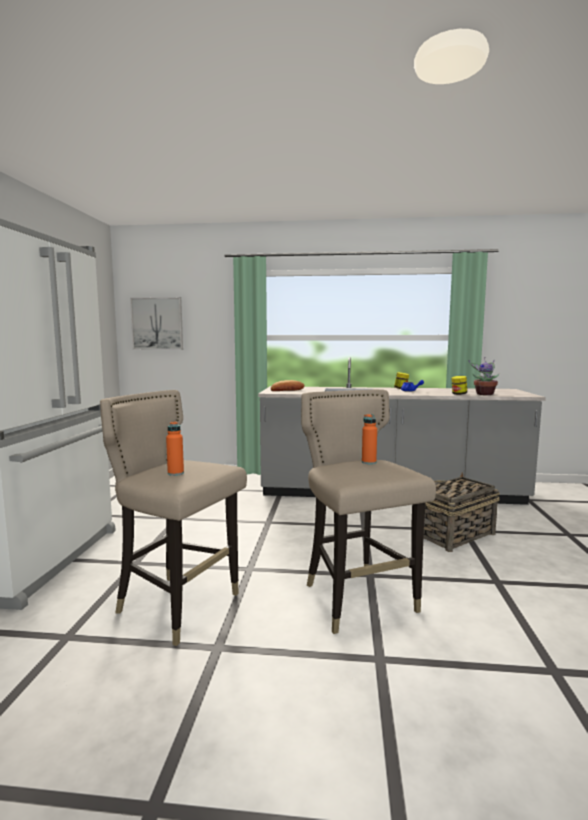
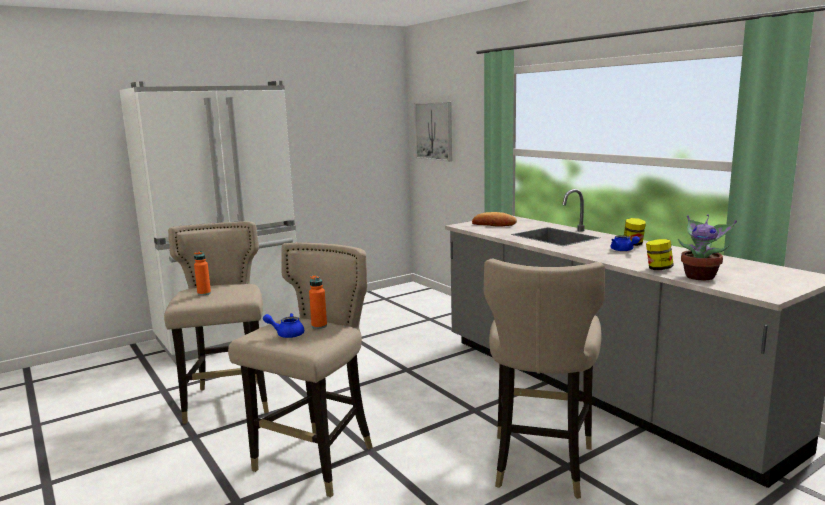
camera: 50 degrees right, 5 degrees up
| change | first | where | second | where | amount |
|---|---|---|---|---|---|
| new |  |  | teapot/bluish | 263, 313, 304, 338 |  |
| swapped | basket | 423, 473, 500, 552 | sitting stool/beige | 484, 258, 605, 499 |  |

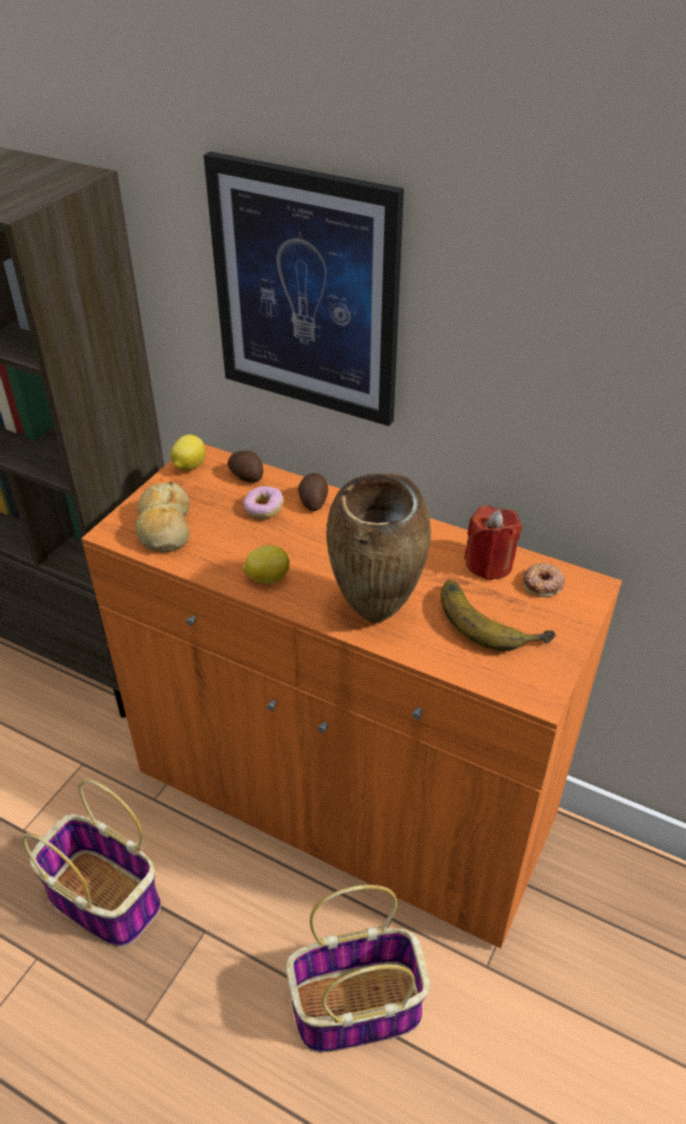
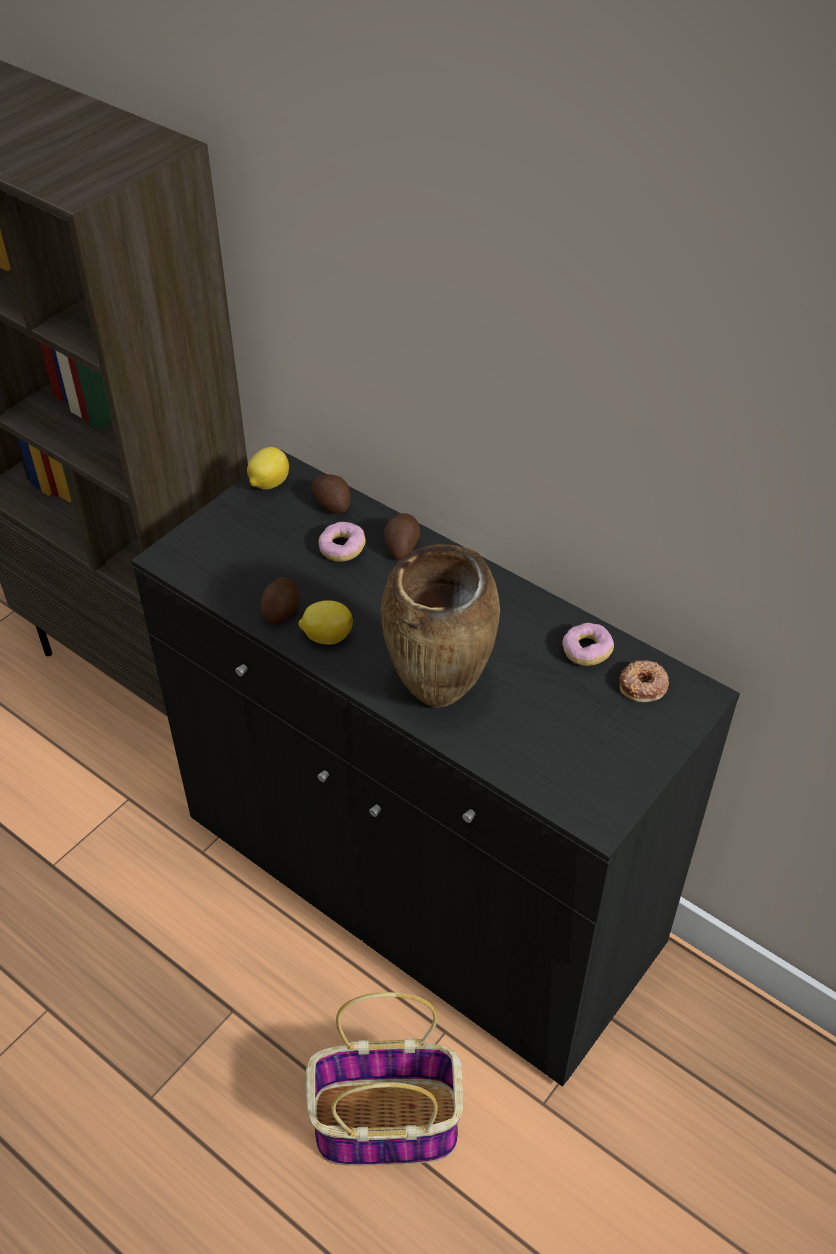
camera: 10 degrees right, 5 degrees up
| change | first | where | second | where | amount |
|---|---|---|---|---|---|
| gone | basket | 22, 779, 161, 947 |  |  |  |
| gone | bread | 135, 481, 190, 552 |  |  |  |
| gone | wall picture | 204, 151, 404, 426 |  |  |  |
| gone | banana | 441, 580, 556, 651 |  |  |  |
| new |  |  | whole potato | 261, 577, 299, 624 |  |
| swapped | candle/red-coloured | 464, 505, 522, 580 | ring doughnut | 562, 623, 614, 666 |  |
| repainted | cupboard/orangey | 81, 444, 622, 949 | cupboard/black-coloured | 131, 450, 740, 1087 |  |

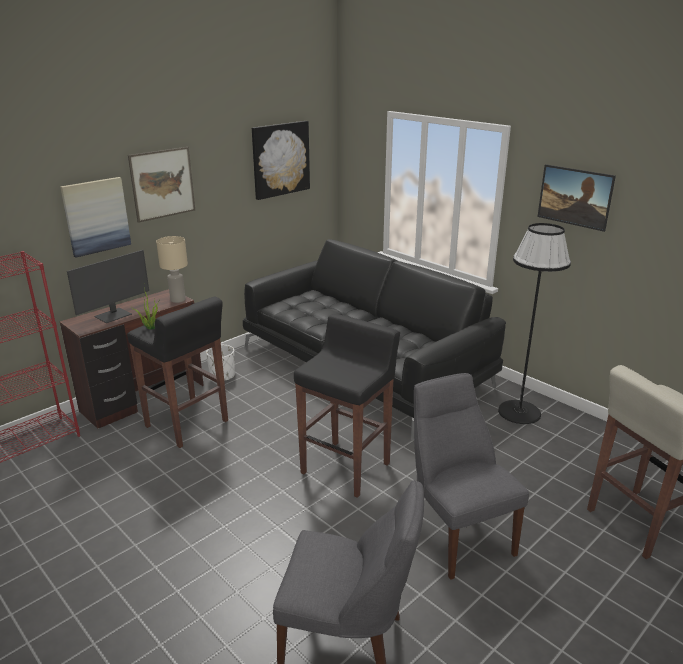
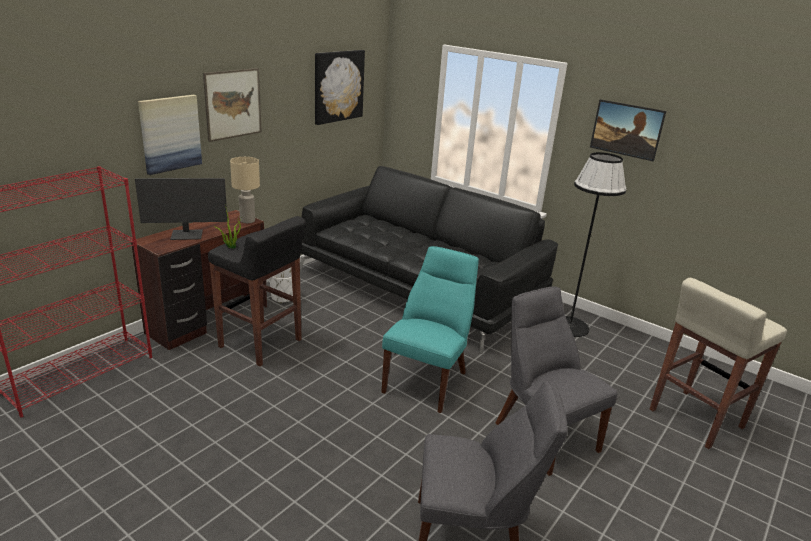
camera: 10 degrees left, 0 degrees up
| change | first | where | second | where | amount |
|---|---|---|---|---|---|
| swapped | sitting stool/black-coloured | 294, 314, 400, 498 | upright chair/turquoise | 381, 246, 479, 413 |  |
| rotated | computer display | 67, 250, 149, 323 |  | 135, 178, 228, 240 | 45 degrees clockwise |

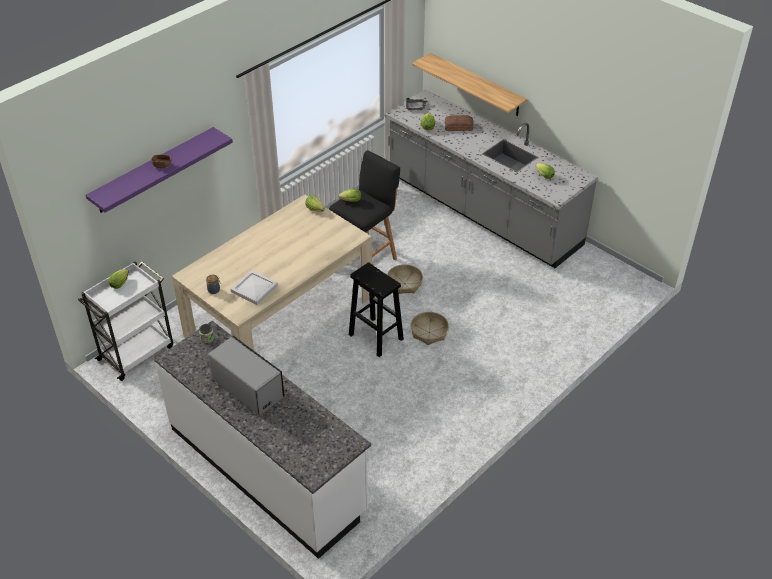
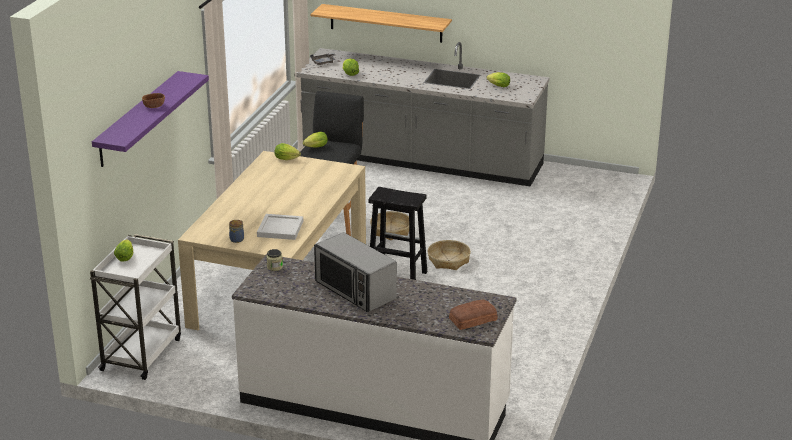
camera: 25 degrees left, 15 degrees down
| change | first | where | second | where | amount |
|---|---|---|---|---|---|
| shifted | bread | 445, 115, 474, 131 |  | 449, 300, 498, 330 |  |
| rotated | kitchen microwave | 208, 336, 284, 416 |  | 314, 232, 397, 312 | 150 degrees counterclockwise |

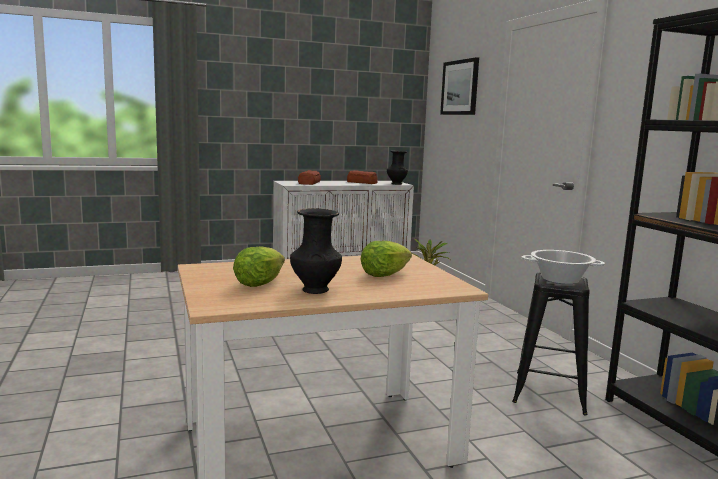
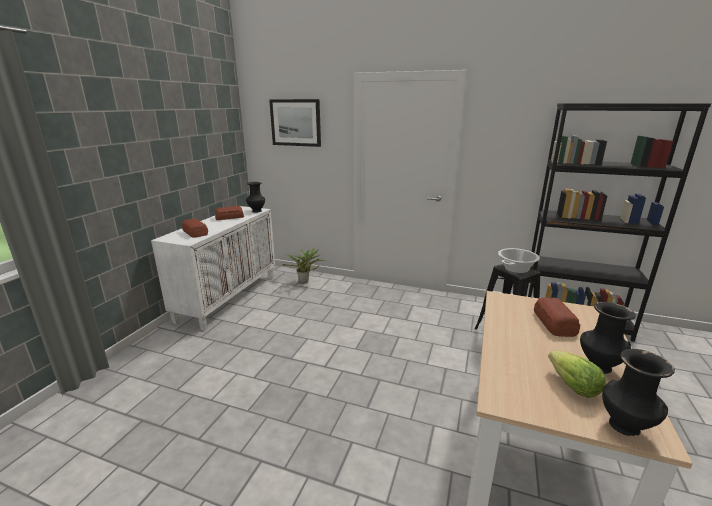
camera: 50 degrees left, 10 degrees up
| change | first | where | second | where | amount |
|---|---|---|---|---|---|
| new |  |  | vase/black-coloured | 602, 349, 675, 436 |  |
| swapped | lettuce head | 361, 241, 412, 277 | bread | 534, 297, 580, 337 |  |

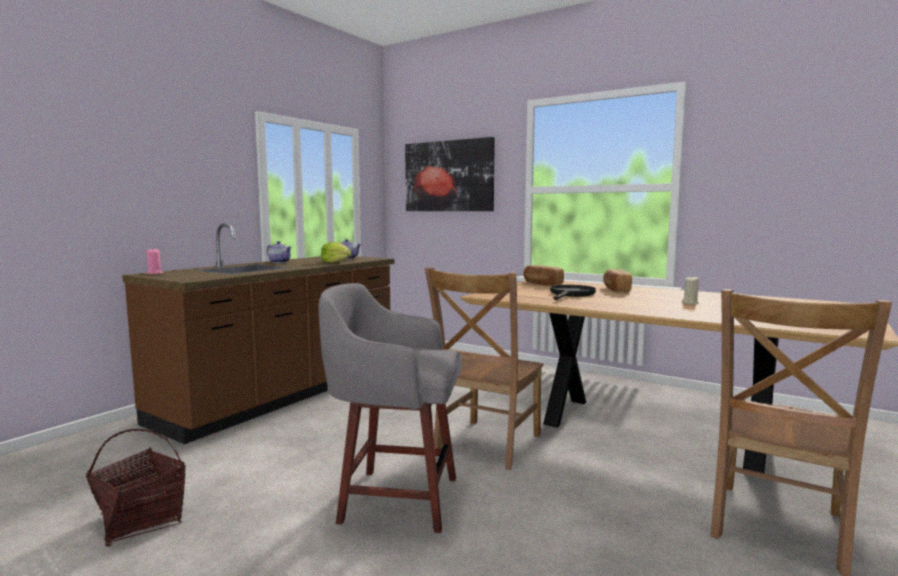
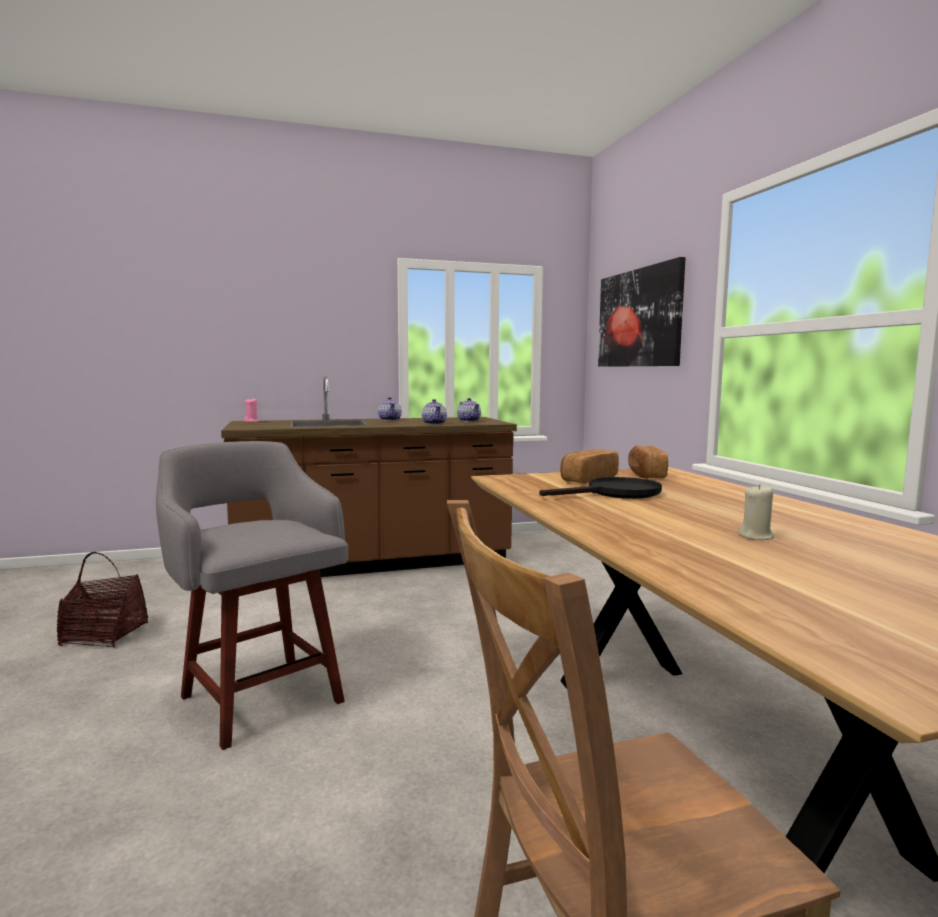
camera: 40 degrees right, 0 degrees up
| change | first | where | second | where | amount |
|---|---|---|---|---|---|
| gone | upright chair/brown | 425, 267, 544, 470 |  |  |  |
| shifted | bread | 603, 269, 632, 292 |  | 561, 449, 619, 483 |  |
| swapped | lettuce head | 321, 242, 351, 263 | teapot | 422, 399, 447, 425 |  |

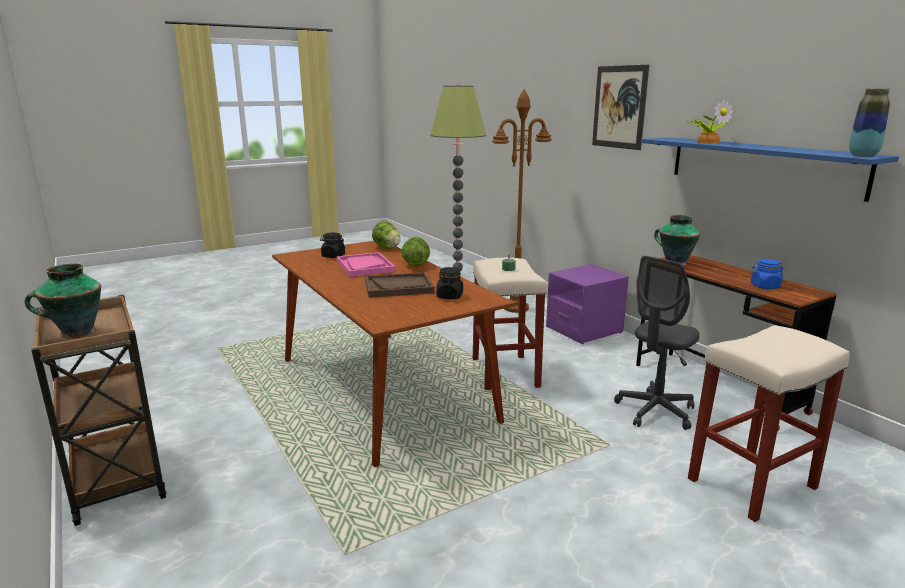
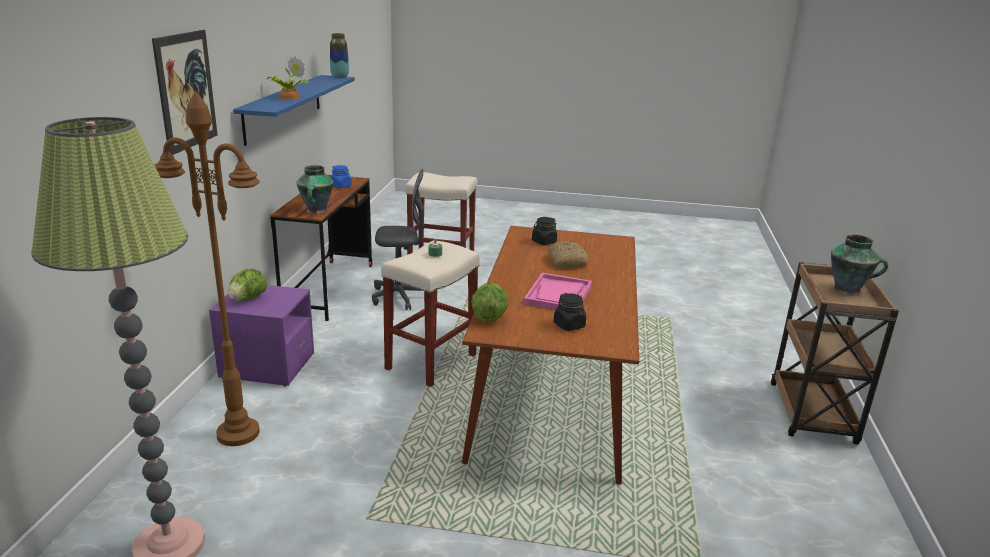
camera: 140 degrees left, 5 degrees up
| change | first | where | second | where | amount |
|---|---|---|---|---|---|
| shifted | lettuce head | 401, 237, 430, 267 |  | 228, 269, 267, 301 |  |
| swapped | serving tray/brown | 365, 272, 434, 298 | bread | 547, 241, 588, 268 |  |

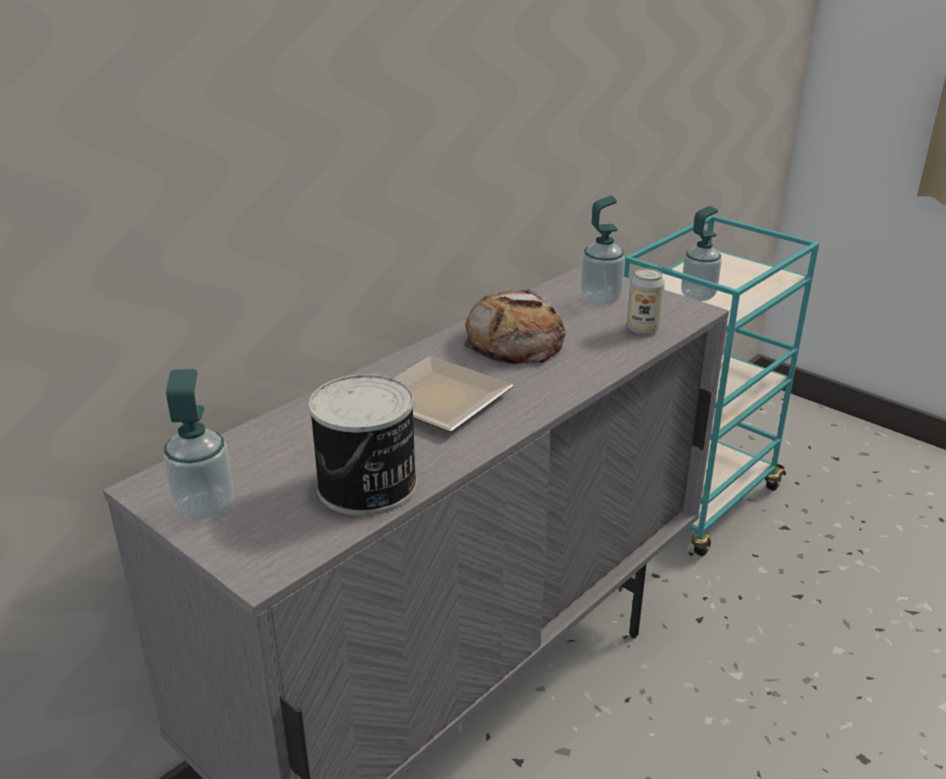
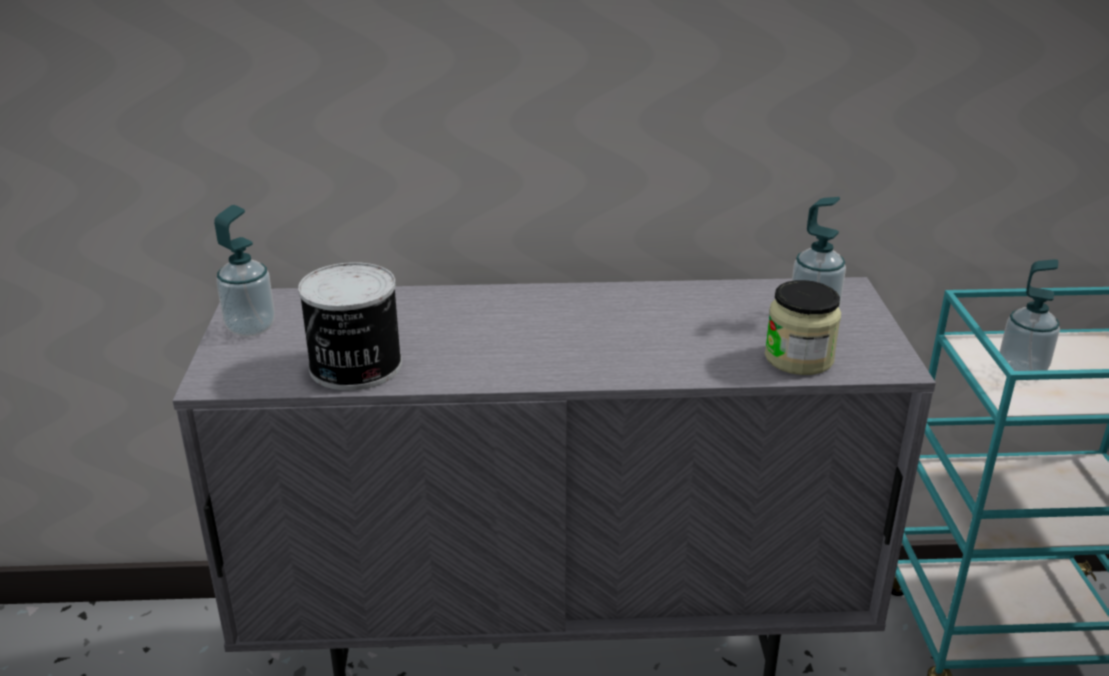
camera: 45 degrees right, 0 degrees up
| change | first | where | second | where | amount |
|---|---|---|---|---|---|
| gone | flat dish | 394, 356, 514, 432 |  |  |  |
| gone | bread | 464, 289, 566, 364 |  |  |  |
| swapped | can | 627, 268, 665, 335 | jar | 765, 280, 841, 375 |  |

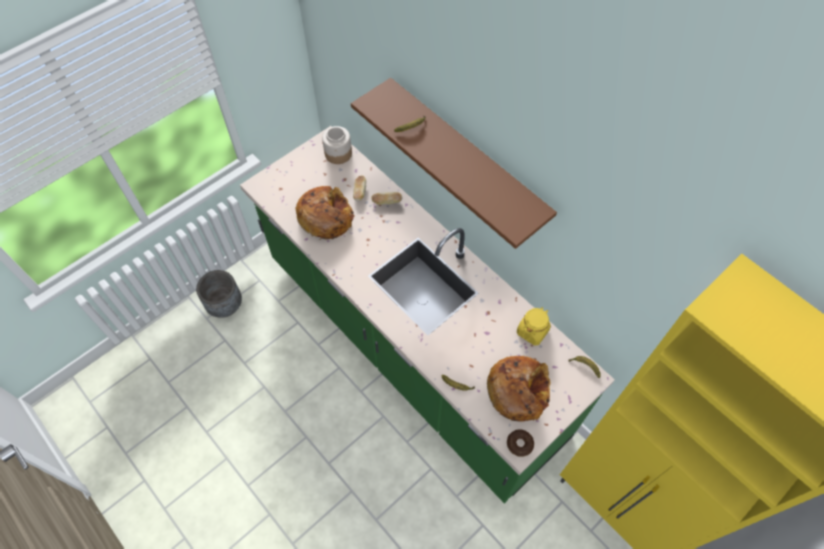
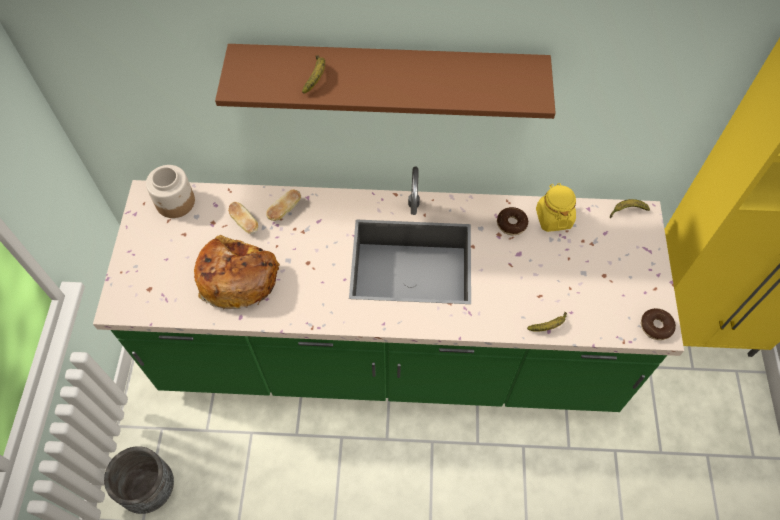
camera: 45 degrees left, 0 degrees up
| change | first | where | second | where | amount |
|---|---|---|---|---|---|
| gone | bread | 487, 356, 551, 422 |  |  |  |
| new |  |  | ring doughnut | 497, 207, 528, 235 |  |

